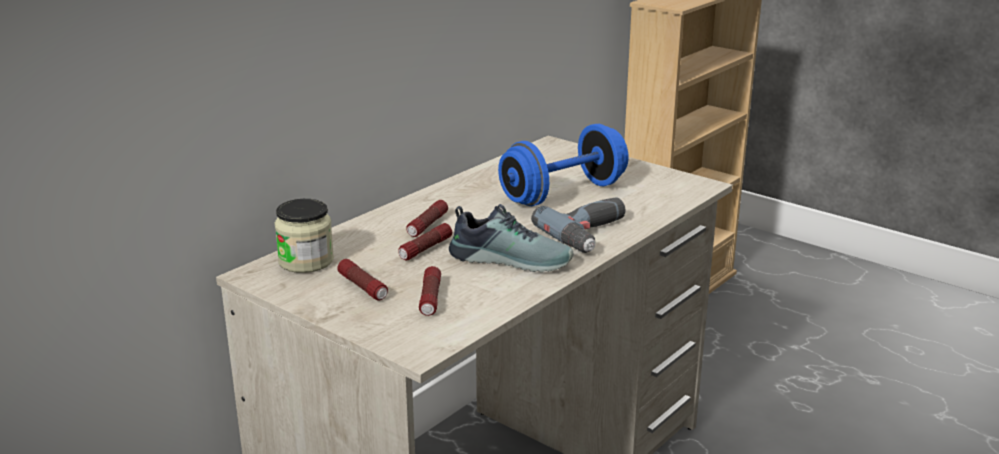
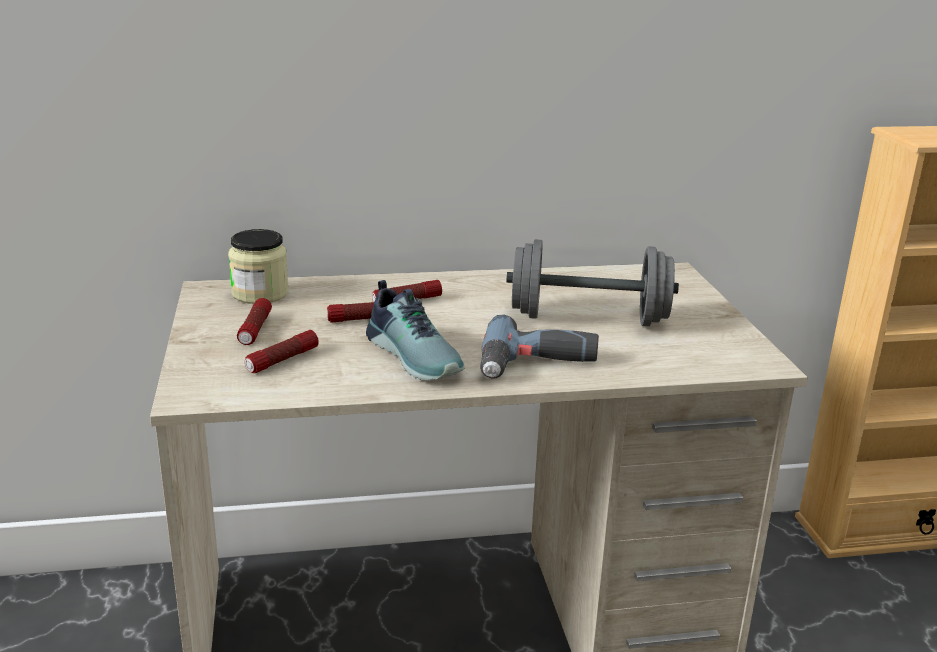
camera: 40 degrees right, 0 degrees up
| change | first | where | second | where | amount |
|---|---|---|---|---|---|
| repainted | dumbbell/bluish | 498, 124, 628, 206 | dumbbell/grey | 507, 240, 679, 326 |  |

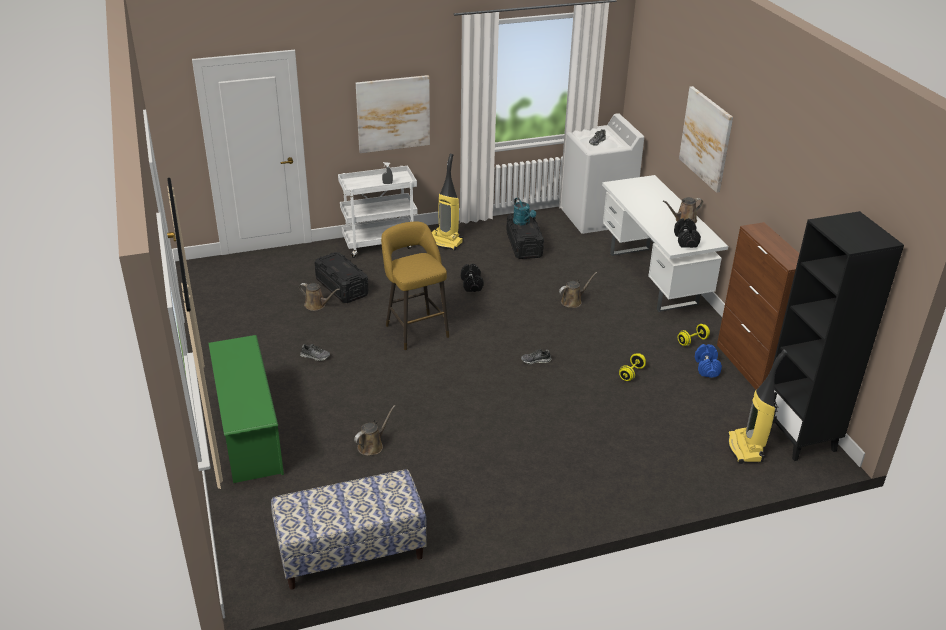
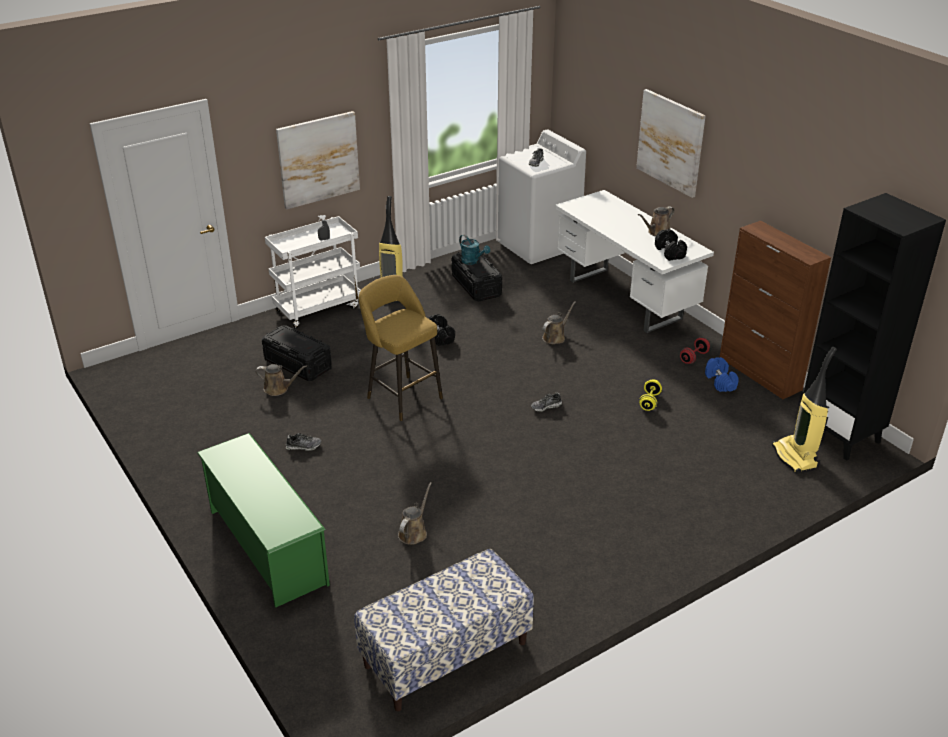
camera: 15 degrees left, 0 degrees up
| change | first | where | second | where | amount |
|---|---|---|---|---|---|
| repainted | dumbbell/yellow-coloured | 678, 324, 710, 346 | dumbbell/red-coloured | 680, 338, 710, 364 |  |

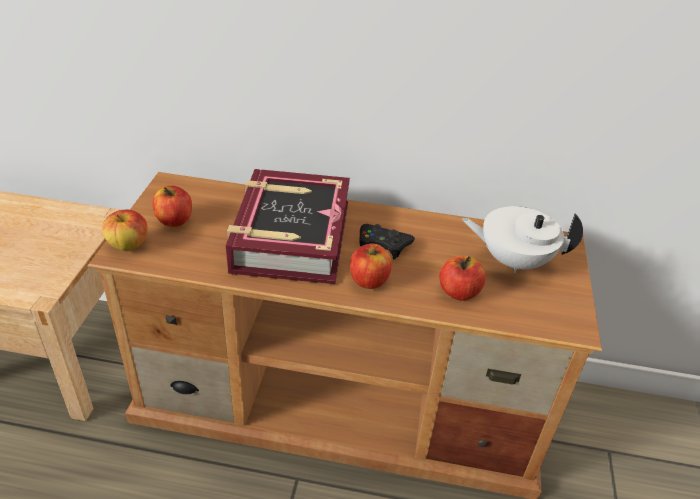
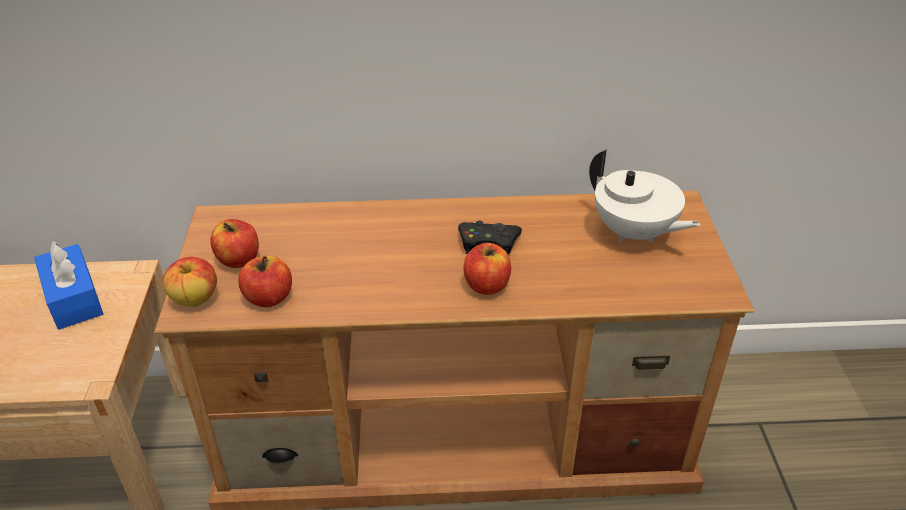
camera: 10 degrees left, 0 degrees up
| change | first | where | second | where | amount |
|---|---|---|---|---|---|
| gone | bound book | 226, 169, 350, 284 |  |  |  |
| new |  |  | tissue holder/bluish | 34, 240, 103, 330 |  |
| shifted | apple fruit | 440, 256, 486, 300 |  | 238, 256, 292, 307 |  |
| rotated | teapot/whitish | 461, 206, 583, 273 |  | 589, 150, 701, 243 | 135 degrees counterclockwise |

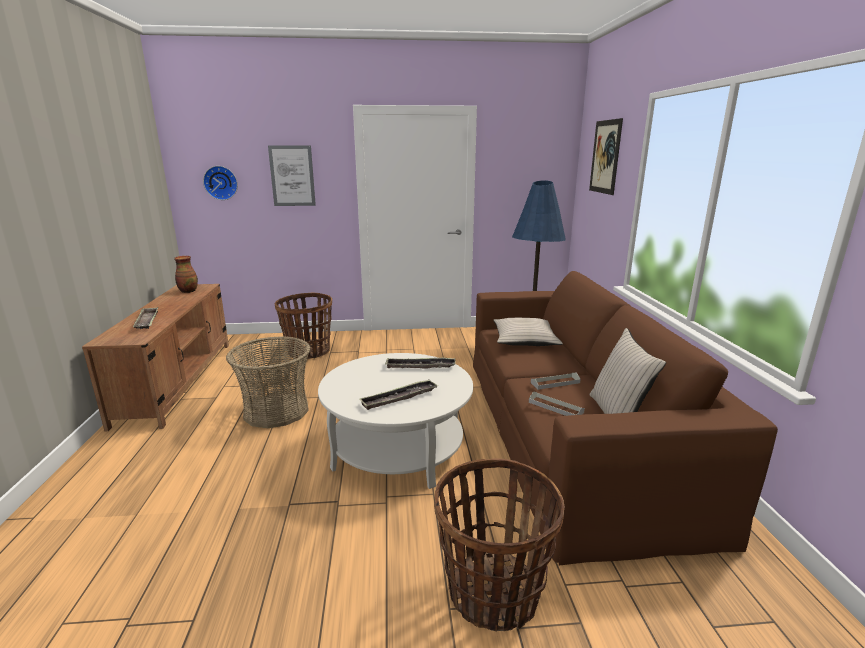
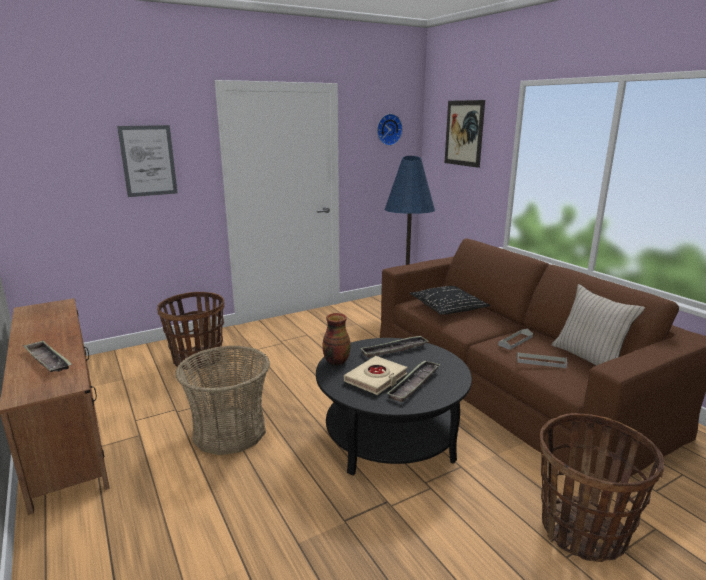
camera: 25 degrees left, 0 degrees up
| change | first | where | second | where | amount |
|---|---|---|---|---|---|
| new |  |  | bound book/beige | 344, 356, 408, 395 |  |
| shifted | vase | 174, 256, 198, 293 |  | 322, 313, 351, 365 |  |
| shifted | wall clock | 203, 166, 238, 200 |  | 377, 114, 403, 146 |  |
| repainted | coffee table/whitish | 318, 353, 473, 489 | coffee table/black-coloured | 316, 338, 472, 476 |  |
| repainted | throw pillow/beige | 493, 318, 563, 346 | throw pillow/black-coloured | 410, 286, 490, 315 |  |

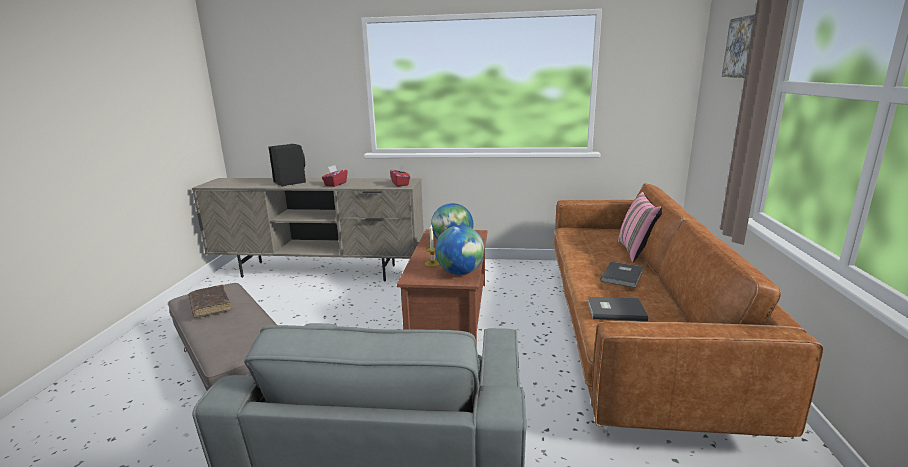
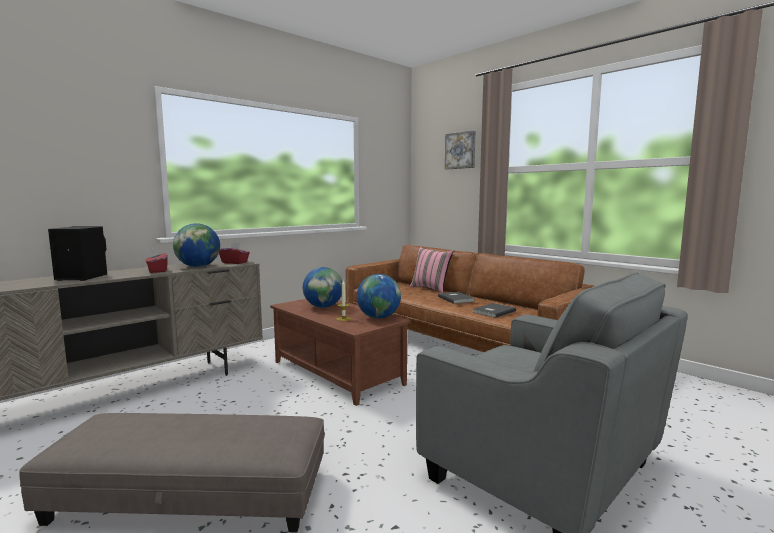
camera: 50 degrees left, 10 degrees down
| change | first | where | second | where | amount |
|---|---|---|---|---|---|
| gone | bound book/brown | 188, 285, 231, 318 |  |  |  |
| new |  |  | world globe | 173, 223, 220, 267 |  |

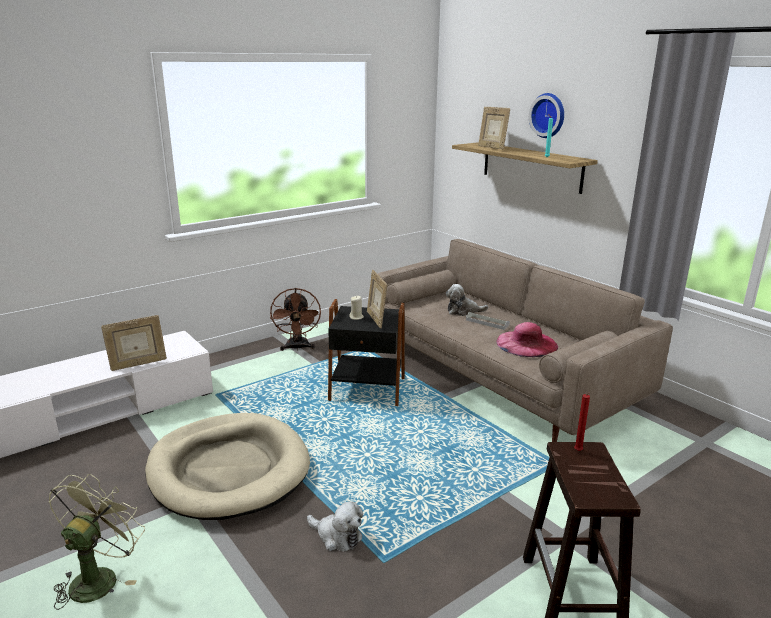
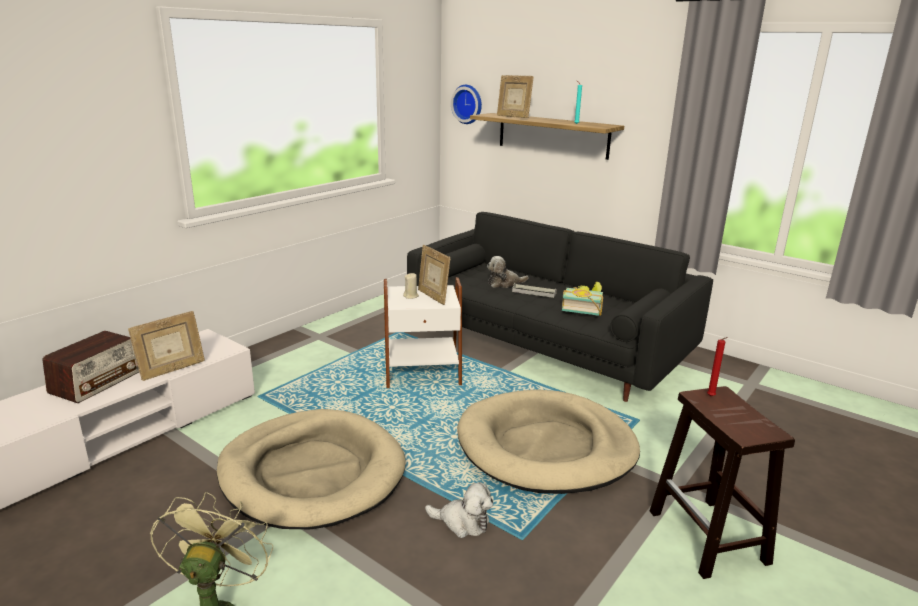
camera: 15 degrees left, 0 degrees up
| change | first | where | second | where | amount |
|---|---|---|---|---|---|
| gone | fan/brown | 270, 288, 321, 351 |  |  |  |
| new |  |  | radio receiver | 43, 331, 140, 403 |  |
| new |  |  | pet bed/beige | 457, 390, 640, 494 |  |
| shifted | wall clock | 529, 93, 564, 138 |  | 451, 85, 482, 124 |  |
| swapped | clothing hat/pink | 497, 322, 558, 357 | bound book | 562, 282, 603, 316 |  |
| repainted | side table/black-coloured | 328, 299, 405, 406 | side table/whitish | 384, 277, 462, 388 |  |
| repainted | settee/beige | 377, 239, 673, 442 | settee/black-coloured | 407, 212, 713, 402 |  |

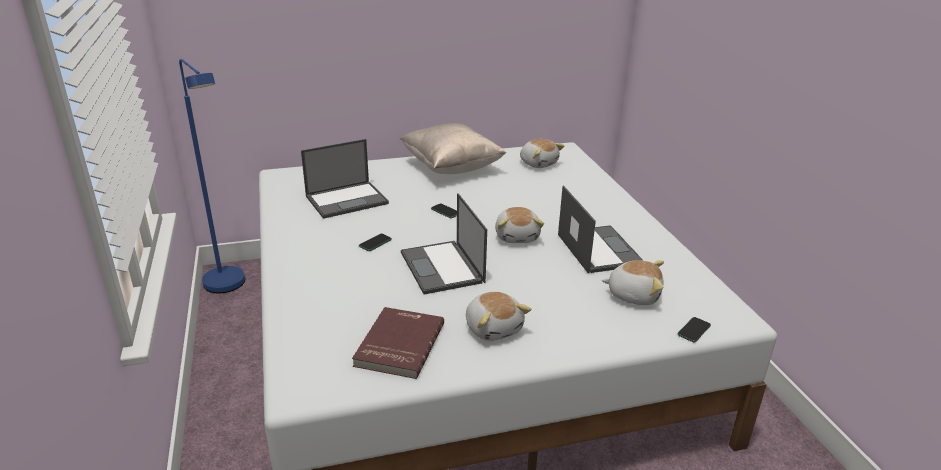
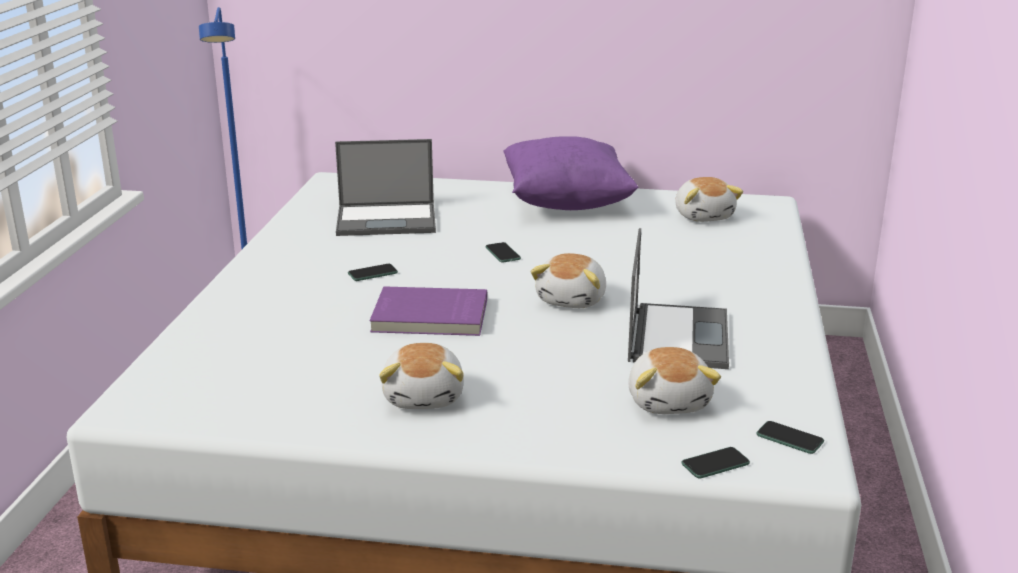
camera: 25 degrees right, 5 degrees down
| change | first | where | second | where | amount |
|---|---|---|---|---|---|
| gone | bound book/red-coloured | 352, 307, 444, 379 |  |  |  |
| new |  |  | phone | 757, 421, 824, 454 |  |
| swapped | portable computer | 401, 193, 487, 294 | bound book/purple-coloured | 370, 286, 487, 336 |  |
| repainted | throw pillow/beige | 400, 123, 506, 174 | throw pillow/purple-coloured | 503, 136, 638, 210 |  |
| rotated | plush toy | 601, 260, 664, 305 |  | 628, 347, 721, 414 | 45 degrees clockwise |

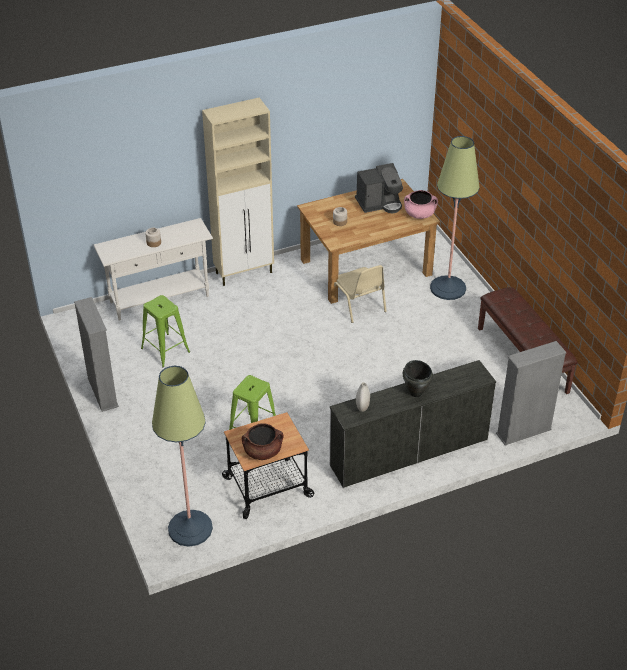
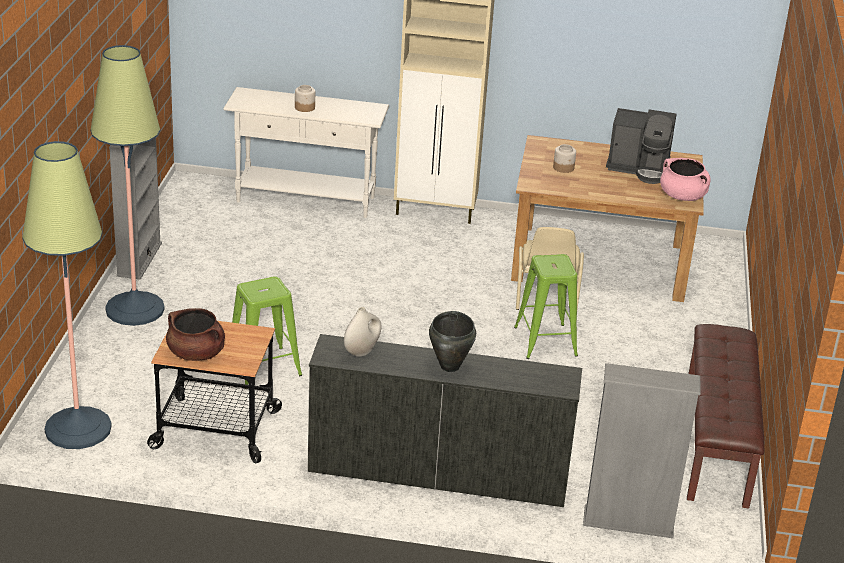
camera: 30 degrees right, 10 degrees down
| change | first | where | second | where | amount |
|---|---|---|---|---|---|
| shifted | sitting stool/green-coloured | 141, 295, 190, 367 |  | 514, 254, 578, 359 |  |
| shifted | standard lamp | 430, 136, 480, 300 |  | 90, 45, 165, 326 |  |

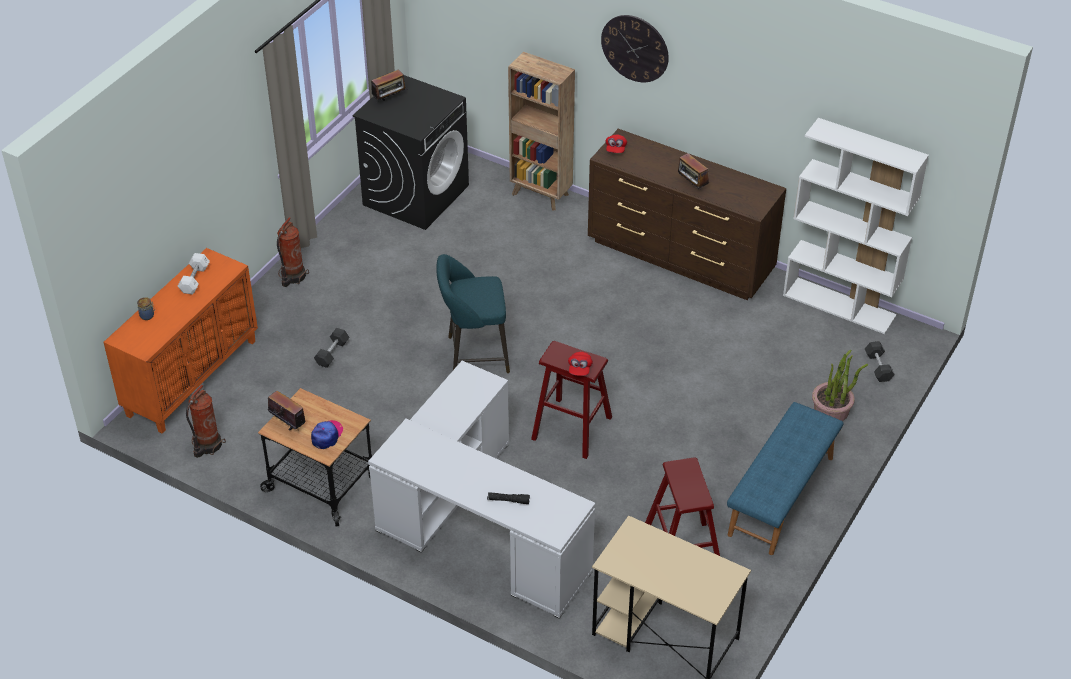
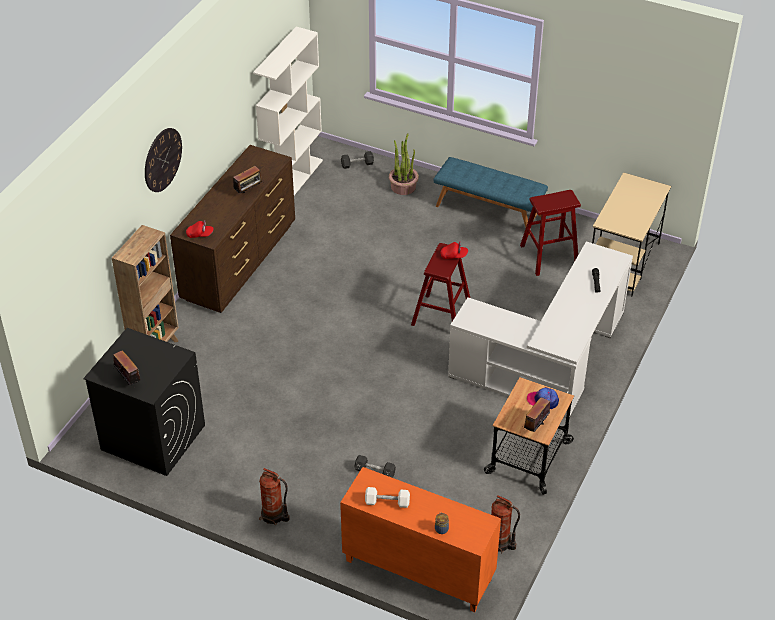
camera: 95 degrees left, 0 degrees up
| change | first | where | second | where | amount |
|---|---|---|---|---|---|
| gone | sitting stool/turquoise | 436, 254, 510, 374 |  |  |  |

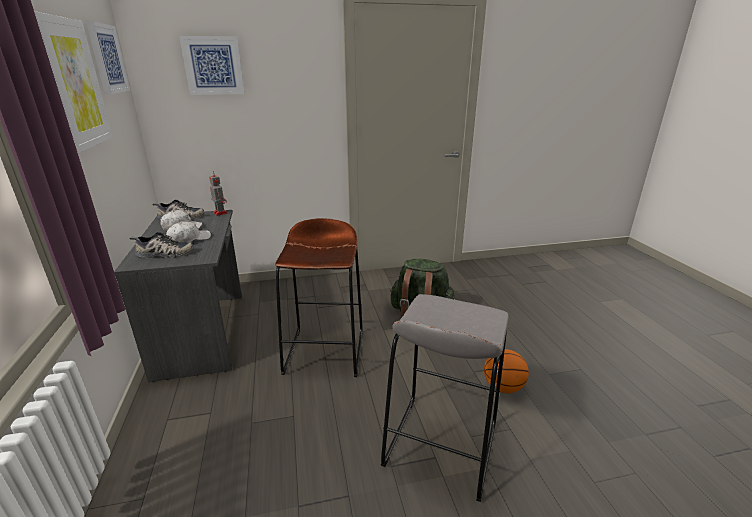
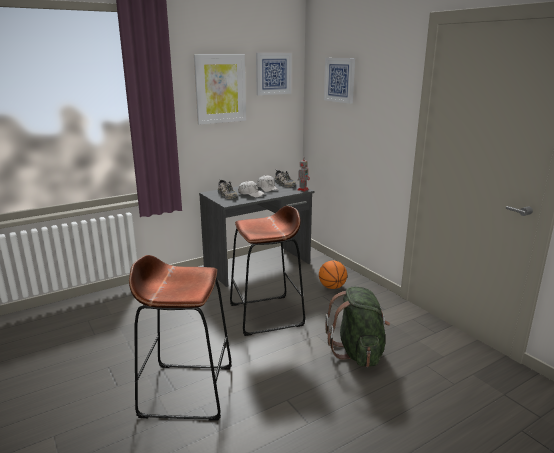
camera: 70 degrees right, 5 degrees down
| change | first | where | second | where | amount |
|---|---|---|---|---|---|
| shifted | basketball | 484, 349, 529, 393 |  | 319, 261, 347, 289 |  |
| repainted | sitting stool/grey | 381, 294, 509, 502 | sitting stool/brown | 129, 255, 232, 421 |  |

